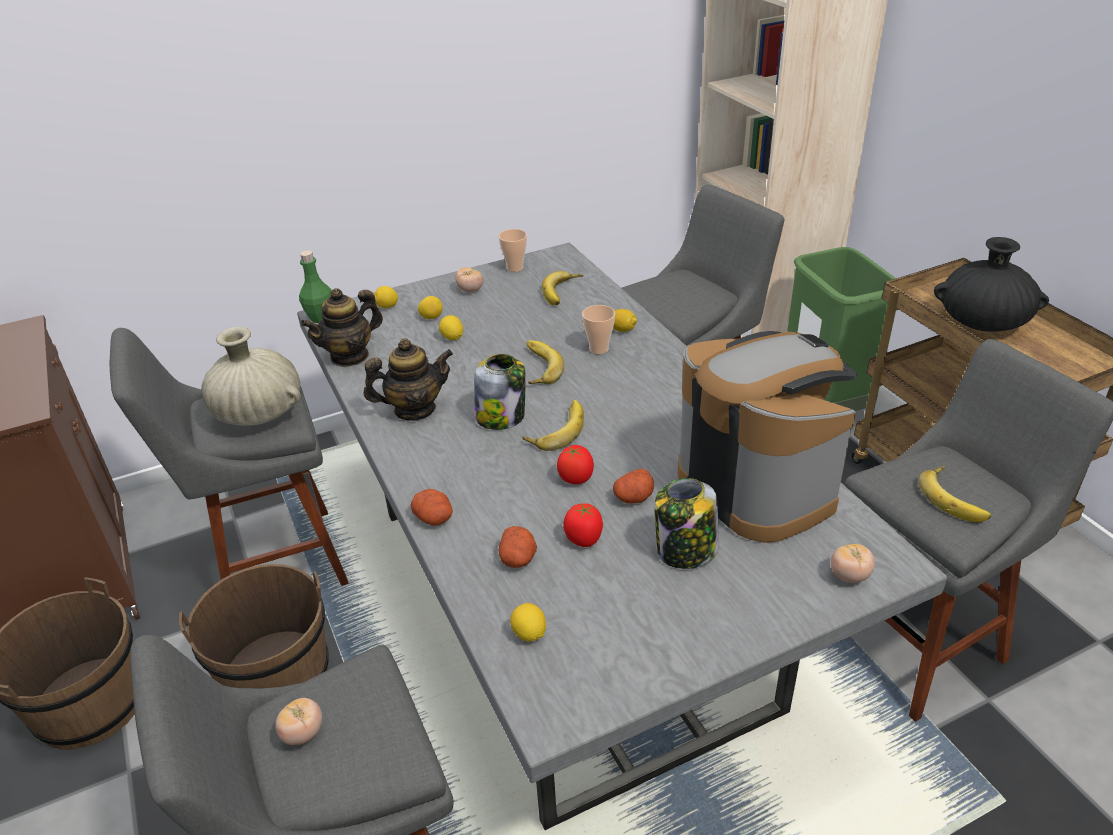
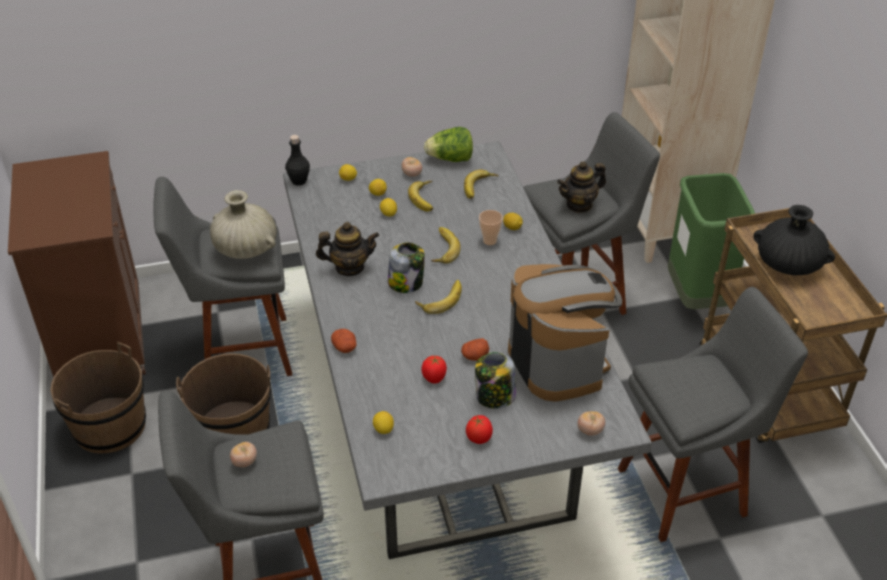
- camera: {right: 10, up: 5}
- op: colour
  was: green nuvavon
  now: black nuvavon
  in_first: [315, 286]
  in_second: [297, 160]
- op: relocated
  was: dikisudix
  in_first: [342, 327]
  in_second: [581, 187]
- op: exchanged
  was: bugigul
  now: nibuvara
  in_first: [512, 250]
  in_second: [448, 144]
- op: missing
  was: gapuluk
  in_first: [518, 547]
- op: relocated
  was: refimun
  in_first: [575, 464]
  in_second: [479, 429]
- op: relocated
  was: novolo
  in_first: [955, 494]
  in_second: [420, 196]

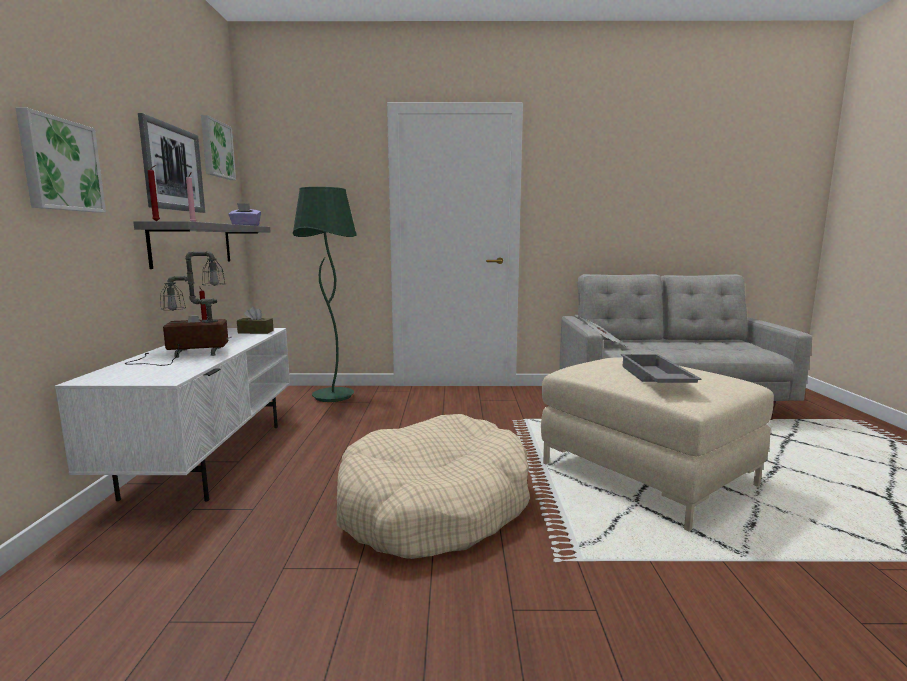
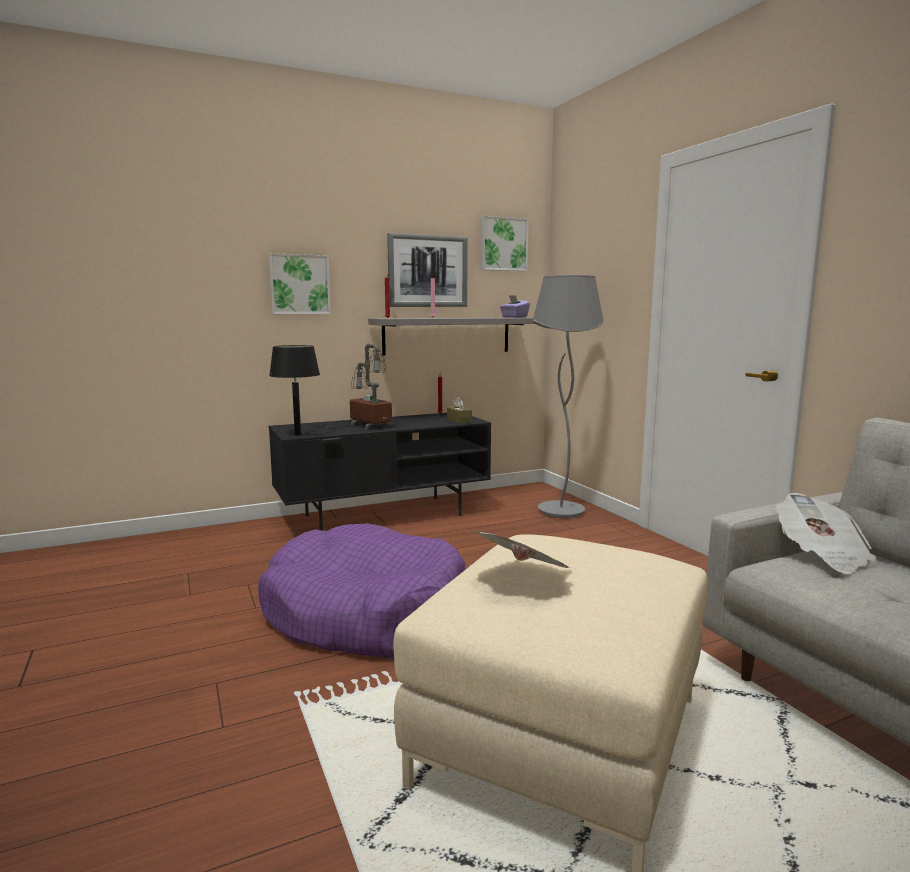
- camera: {right: 65, up: 0}
- op: colour
  was: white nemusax
  now: black nemusax
  in_first: [172, 414]
  in_second: [380, 472]
- op: colour
  was: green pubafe
  now: grey pubafe
  in_first: [325, 294]
  in_second: [568, 396]
- op: colour
  was: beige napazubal
  now: purple napazubal
  in_first: [433, 486]
  in_second: [361, 591]
- op: exchanged
  was: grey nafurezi
  now: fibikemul
  in_first: [661, 368]
  in_second: [523, 550]
- op: appeared
  now: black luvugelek
  in_second: [294, 390]

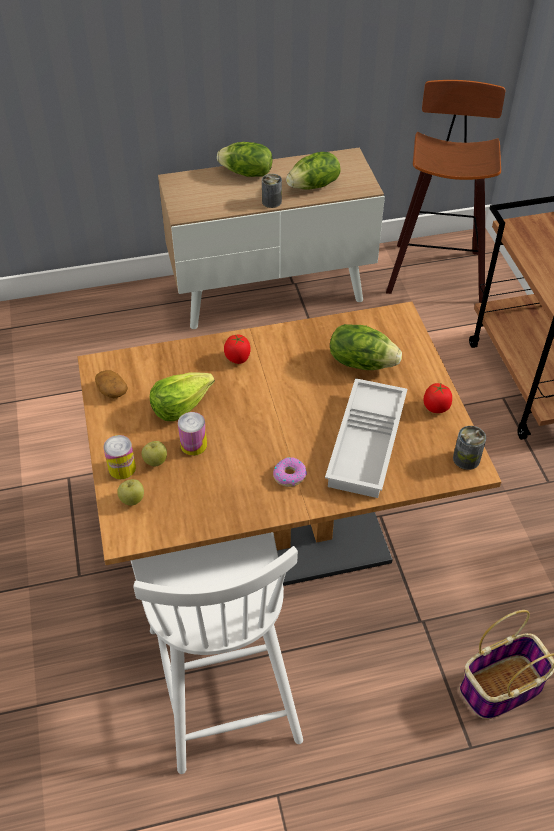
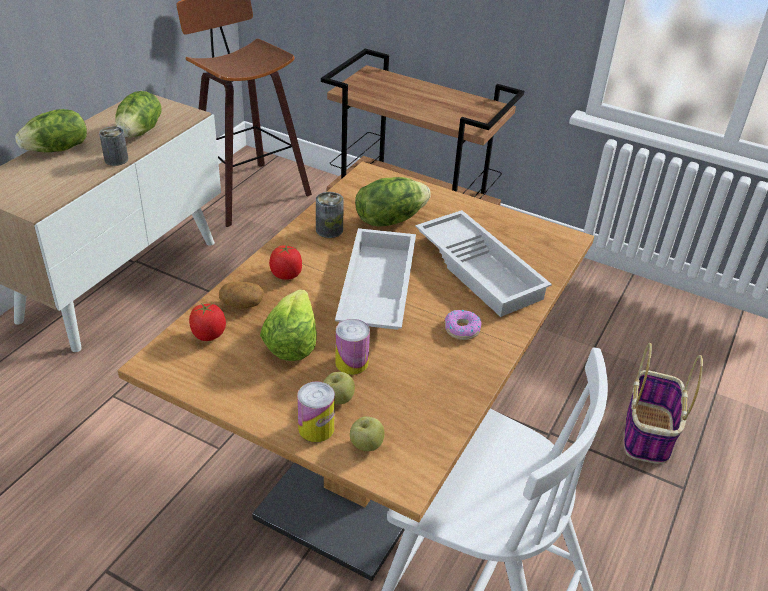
- camera: {right: -50, up: -10}
- op: relocated
  was: gapuluk
  in_first: [111, 384]
  in_second: [241, 295]
- op: relocated
  was: refimun
  in_first: [437, 398]
  in_second: [207, 322]
- op: relocated
  was: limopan
  in_first: [469, 448]
  in_second: [330, 215]
- op: appeared
  now: white nafurezi
  in_second: [375, 279]

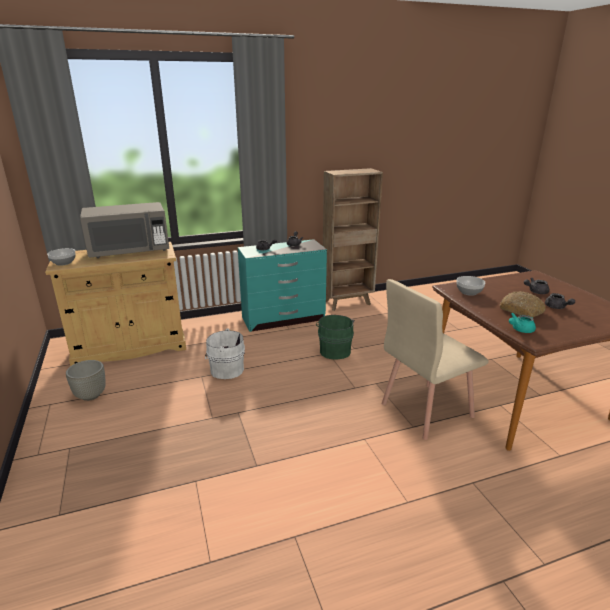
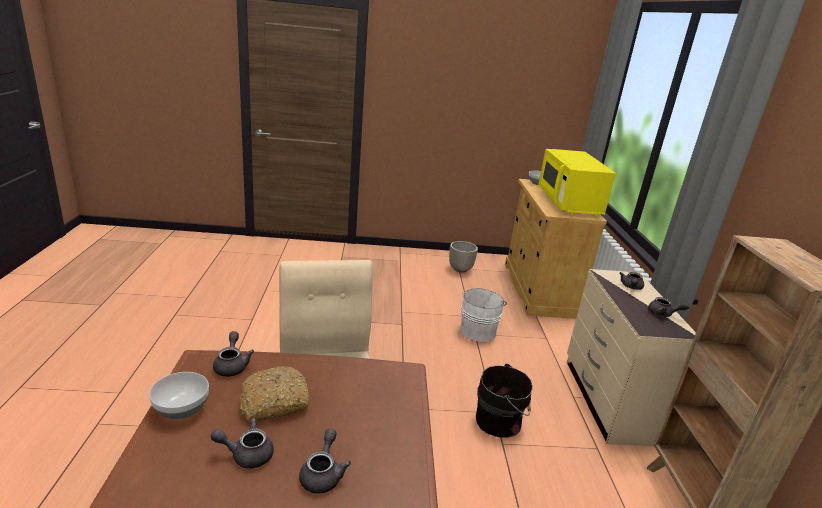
- camera: {right: 105, up: 0}
- op: colour
  was: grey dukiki
  now: yellow dukiki
  in_first: [124, 230]
  in_second: [577, 183]
- op: colour
  was: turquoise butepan
  now: beige butepan
  in_first: [282, 285]
  in_second: [631, 357]
- op: colour
  was: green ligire
  now: black ligire
  in_first: [335, 337]
  in_second: [504, 401]
- op: relocated
  was: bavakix
  in_first: [470, 286]
  in_second: [179, 395]
- op: colour
  was: turquoise dikisudix
  now: grey dikisudix
  in_first: [522, 323]
  in_second: [233, 354]

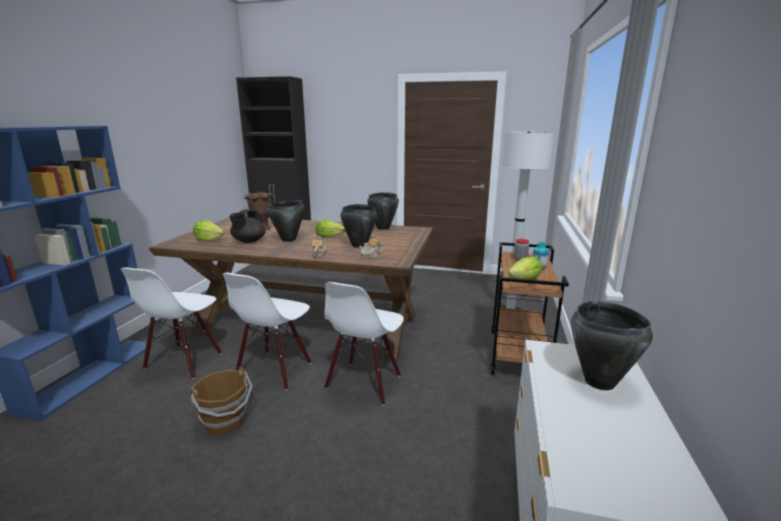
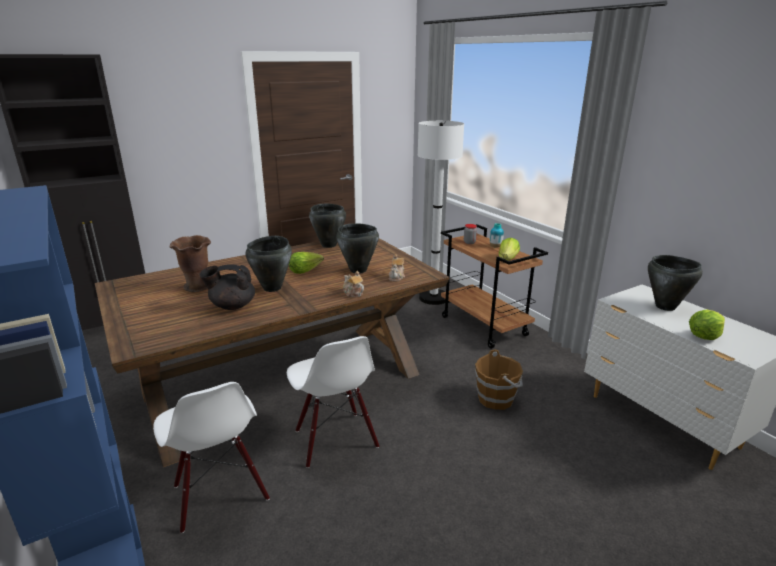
- camera: {right: -45, up: 5}
- op: relocated
  was: brown ligire
  in_first: [221, 401]
  in_second: [499, 379]
- op: relocated
  was: nibuvara
  in_first: [208, 231]
  in_second: [707, 324]
- op: spun
  was: black dikisudix
  in_first: [248, 226]
  in_second: [227, 287]
  clockwise: 105
- op: missing
  was: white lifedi
  in_first: [364, 344]

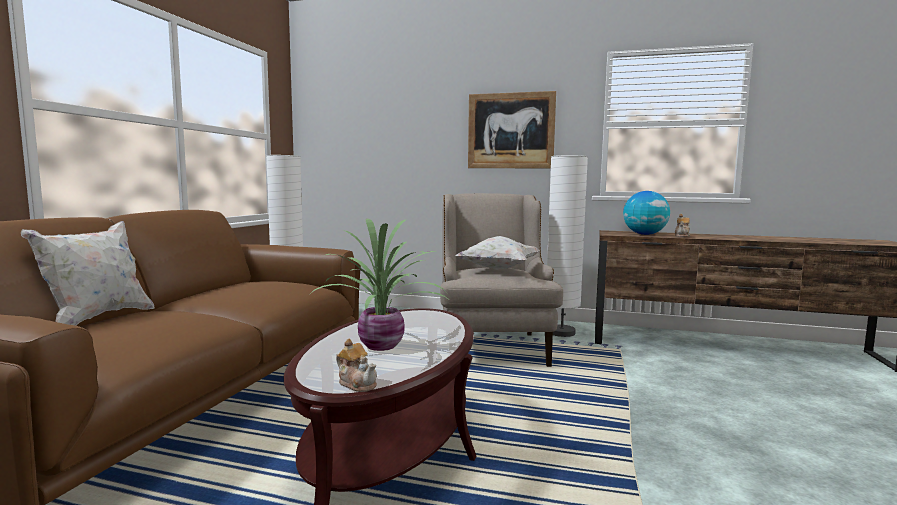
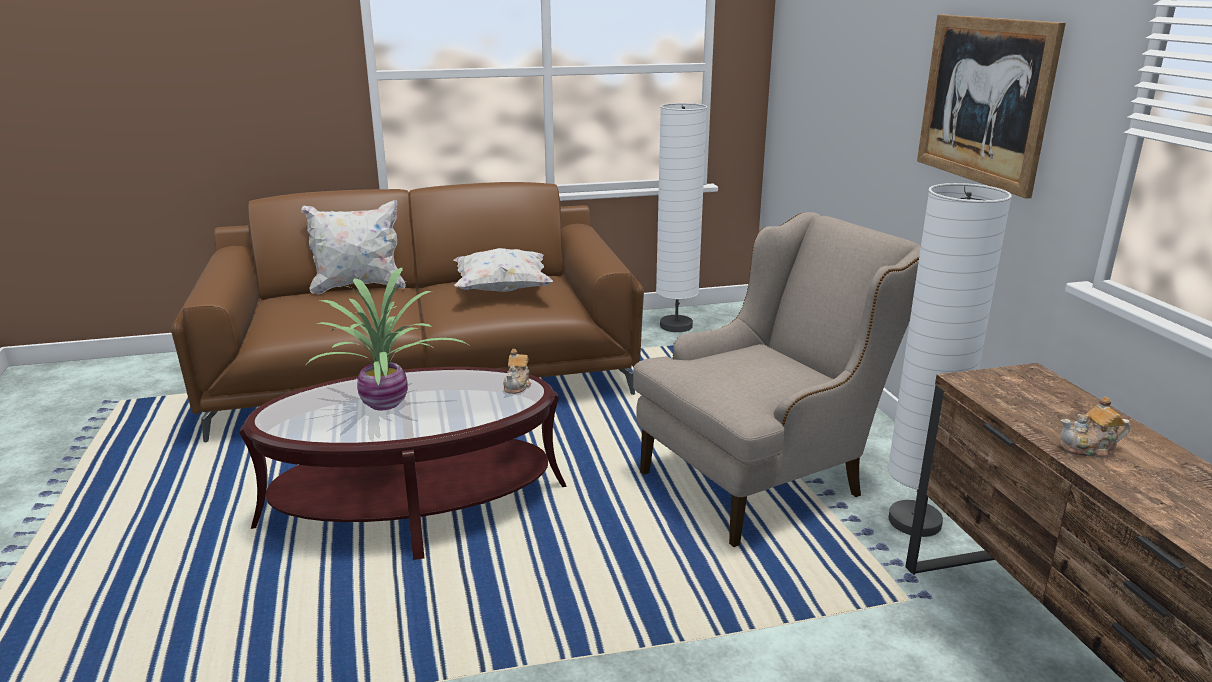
- camera: {right: 60, up: 15}
- op: relocated
  was: dikisudix
  in_first: [356, 365]
  in_second: [517, 371]
- op: relocated
  was: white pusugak
  in_first: [497, 253]
  in_second: [503, 270]
- op: missing
  was: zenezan
  in_first: [646, 213]

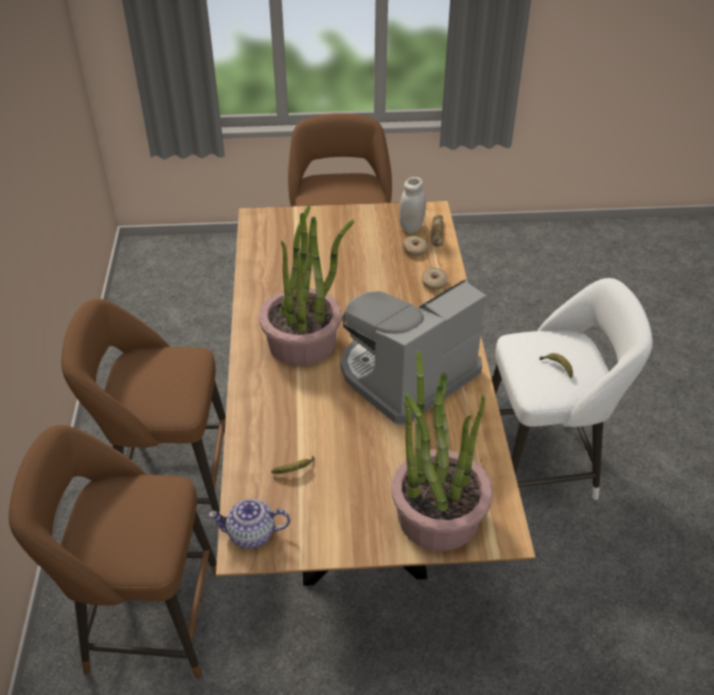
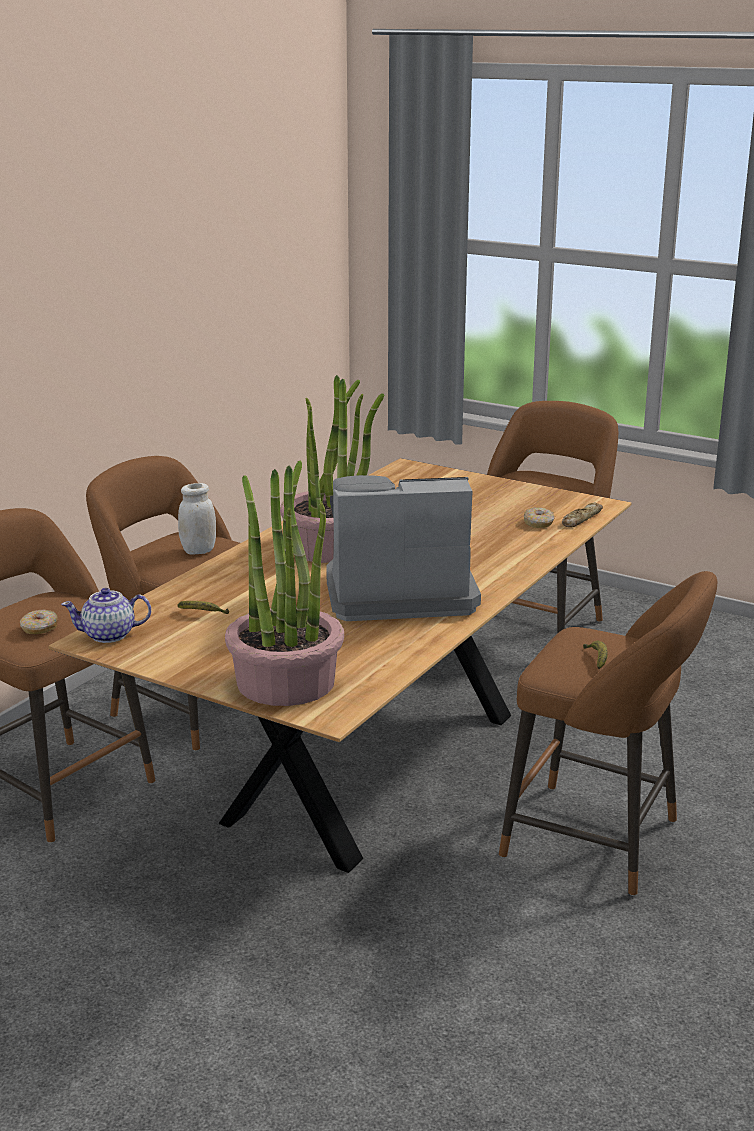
- camera: {right: 35, up: -20}
- op: spun
  was: dikisudix
  in_first: [249, 524]
  in_second: [106, 615]
  clockwise: -45
- op: relocated
  was: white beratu
  in_first: [412, 205]
  in_second: [197, 519]
- op: relocated
  was: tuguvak
  in_first: [434, 279]
  in_second: [39, 621]
- op: colour
  was: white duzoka
  now: brown duzoka
  in_first: [572, 389]
  in_second: [608, 733]

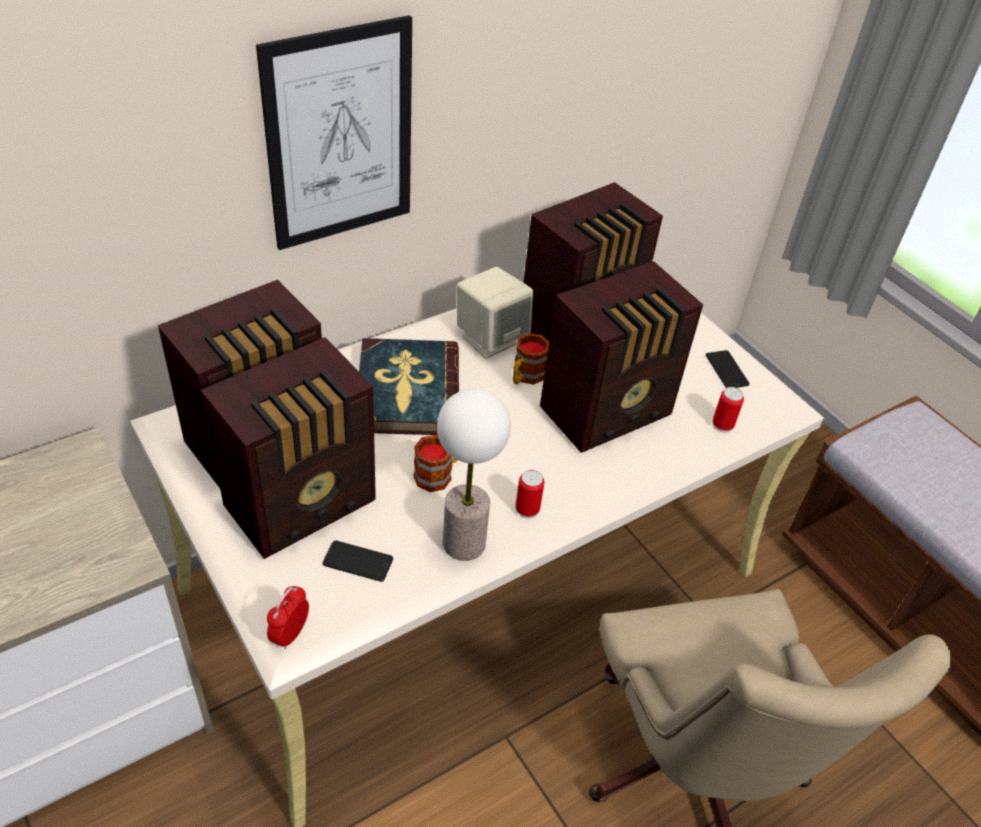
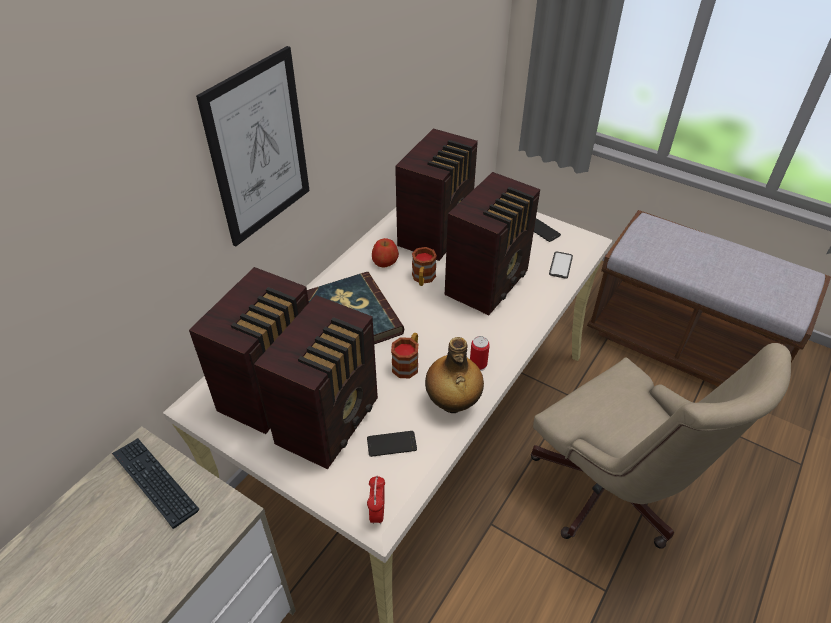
- camera: {right: -20, up: 0}
- op: exchanged
  was: luvugelek
  now: nuvavon
  in_first: [474, 475]
  in_second: [454, 375]
- op: exchanged
  was: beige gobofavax
  now: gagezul
  in_first: [495, 313]
  in_second: [385, 253]
- op: exchanged
  was: limopan
  now: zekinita
  in_first: [728, 410]
  in_second: [561, 265]
- op: appeared
  now: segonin
  in_second: [155, 483]

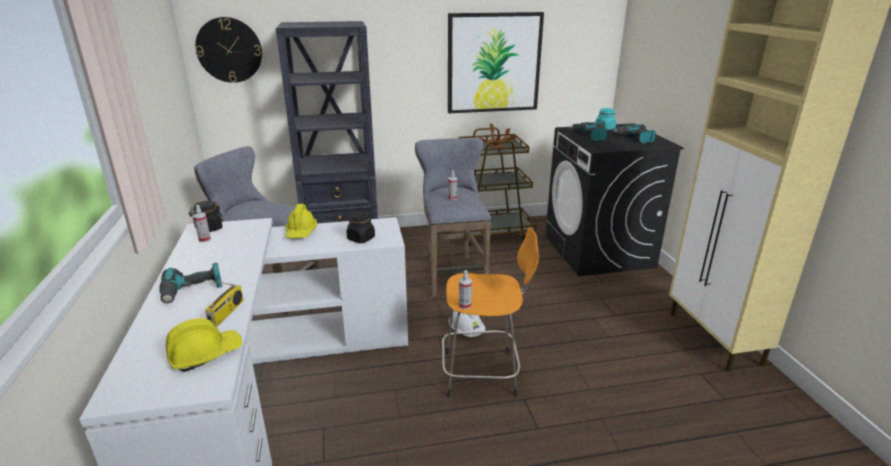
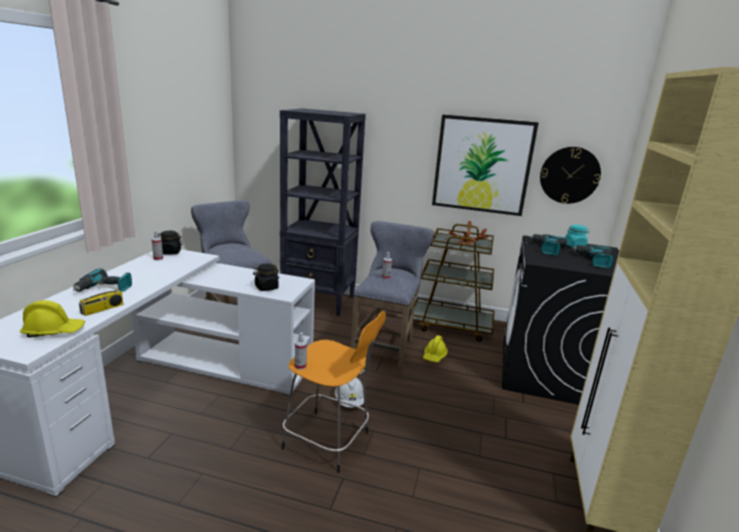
- camera: {right: 25, up: -5}
- op: relocated
  was: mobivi
  in_first: [228, 50]
  in_second: [570, 175]
- op: relocated
  was: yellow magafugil
  in_first: [301, 221]
  in_second: [435, 348]

